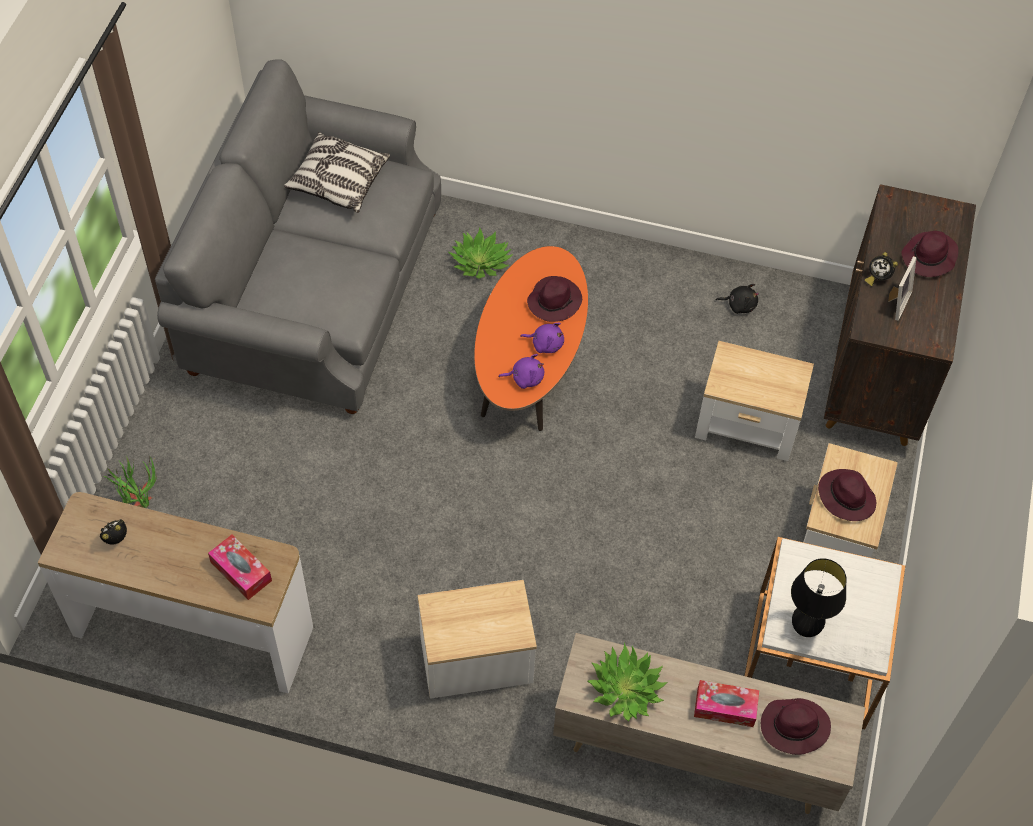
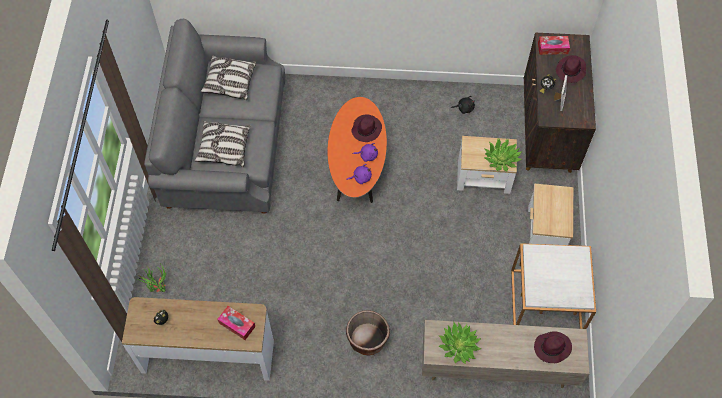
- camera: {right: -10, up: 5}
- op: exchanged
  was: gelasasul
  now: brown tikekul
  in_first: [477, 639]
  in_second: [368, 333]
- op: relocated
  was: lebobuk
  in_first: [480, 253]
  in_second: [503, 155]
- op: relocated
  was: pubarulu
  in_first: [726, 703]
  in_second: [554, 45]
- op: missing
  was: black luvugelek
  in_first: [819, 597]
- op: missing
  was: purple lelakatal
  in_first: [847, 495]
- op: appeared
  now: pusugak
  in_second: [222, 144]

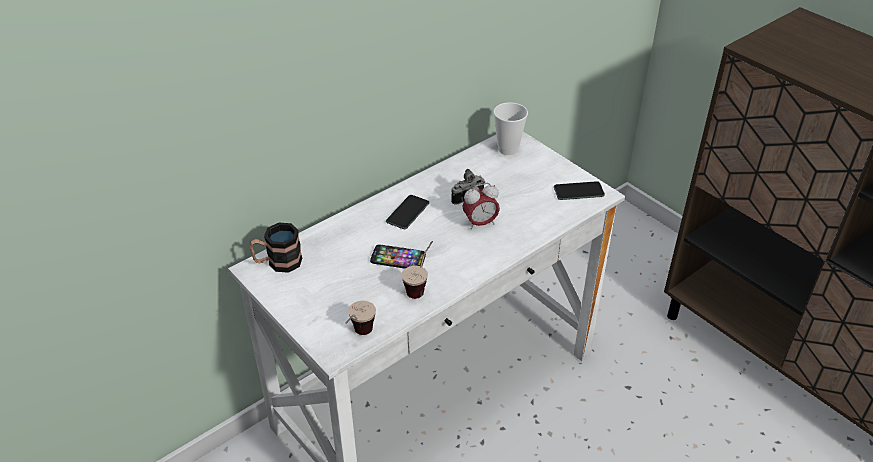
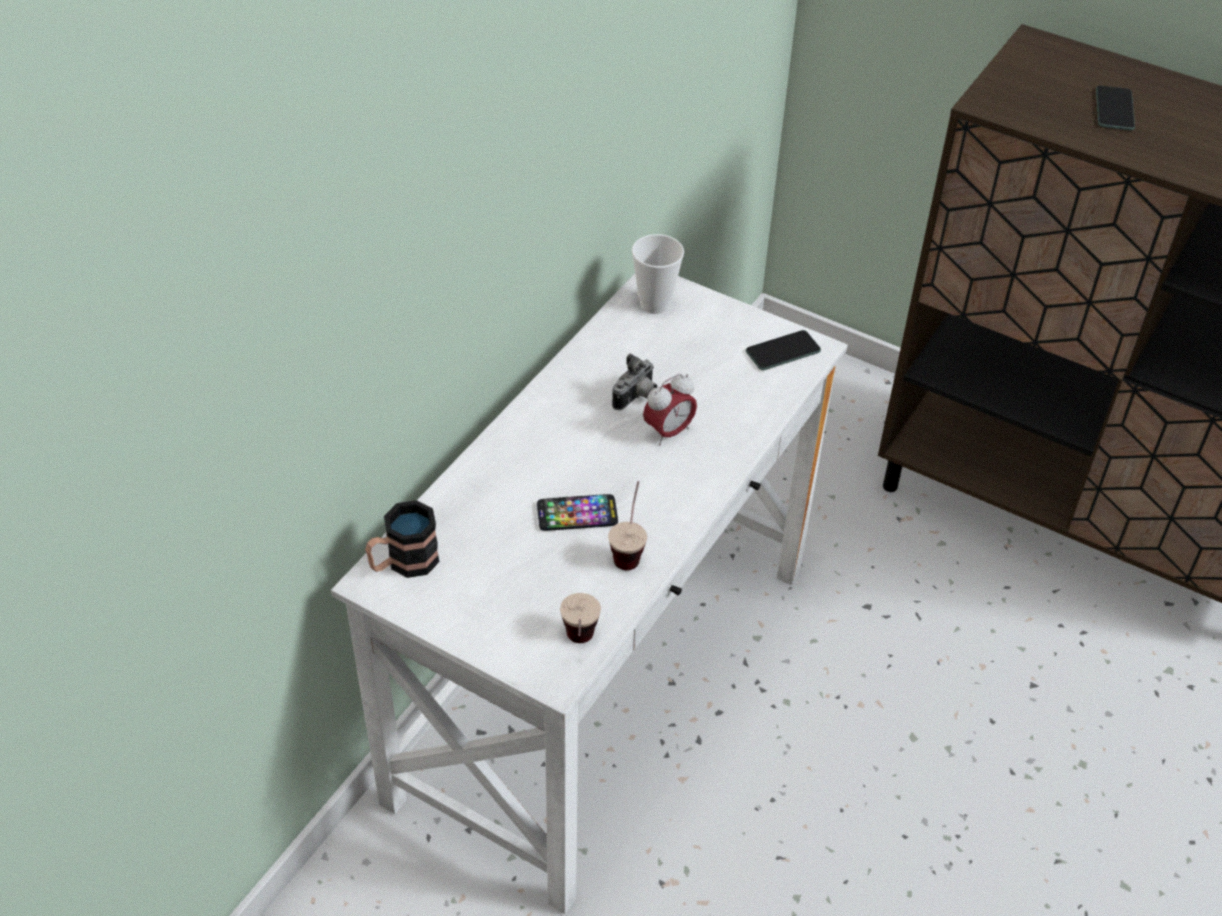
- camera: {right: -20, up: 5}
- op: relocated
  was: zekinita
  in_first: [407, 212]
  in_second: [1115, 108]

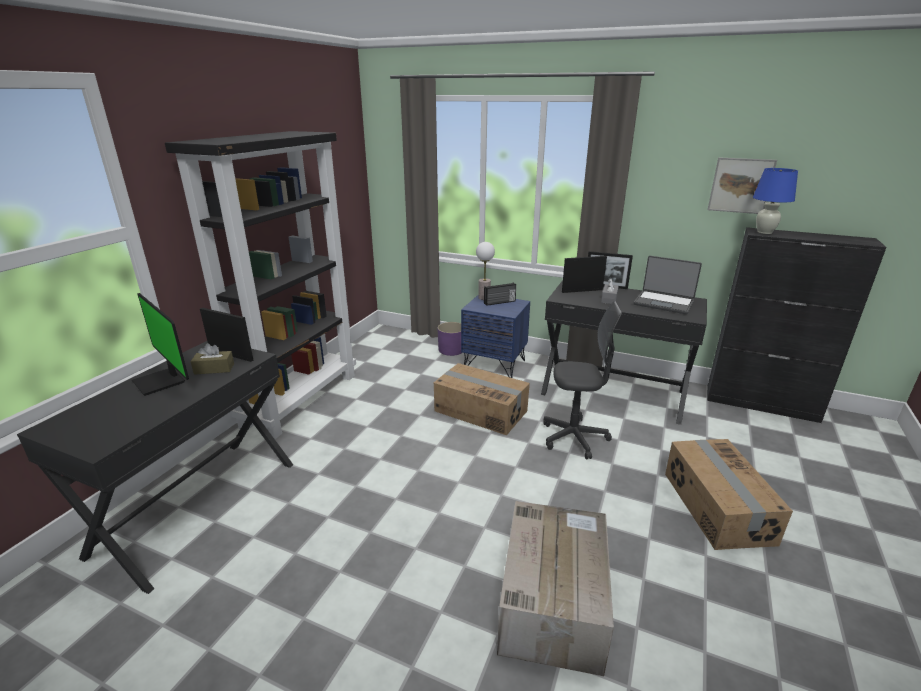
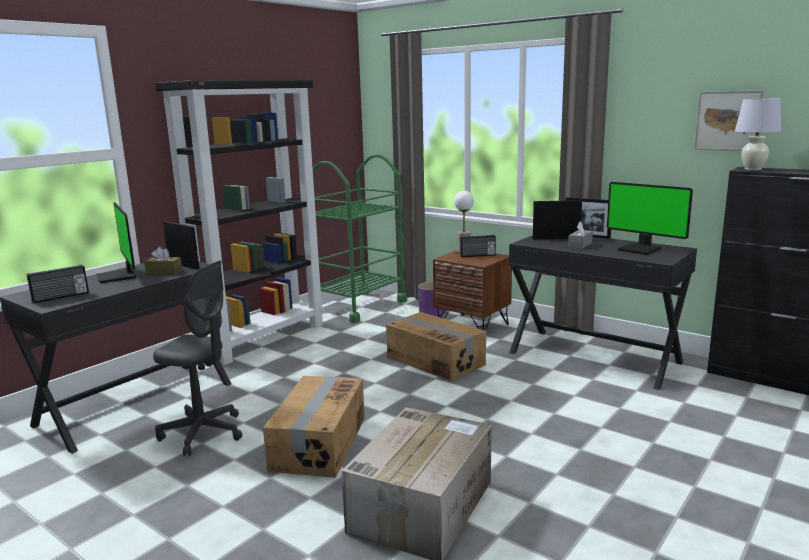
- camera: {right: 15, up: -10}
- op: colour
  was: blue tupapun
  now: brown tupapun
  in_first: [495, 336]
  in_second: [472, 290]
- op: relocated
  was: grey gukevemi
  in_first: [582, 380]
  in_second: [197, 358]
- op: exchanged
  was: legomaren
  now: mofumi
  in_first: [668, 285]
  in_second: [650, 218]
- op: relocated
  was: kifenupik
  in_first: [729, 494]
  in_second: [314, 427]
- op: colour
  was: blue luvugelek
  now: white luvugelek
  in_first: [775, 201]
  in_second: [758, 134]
- op: appeared
  now: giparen
  in_second: [58, 283]
- op: appeared
  now: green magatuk
  in_second: [360, 238]

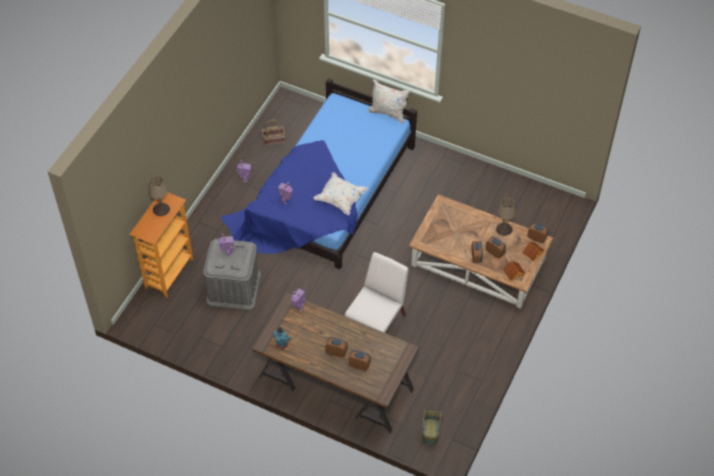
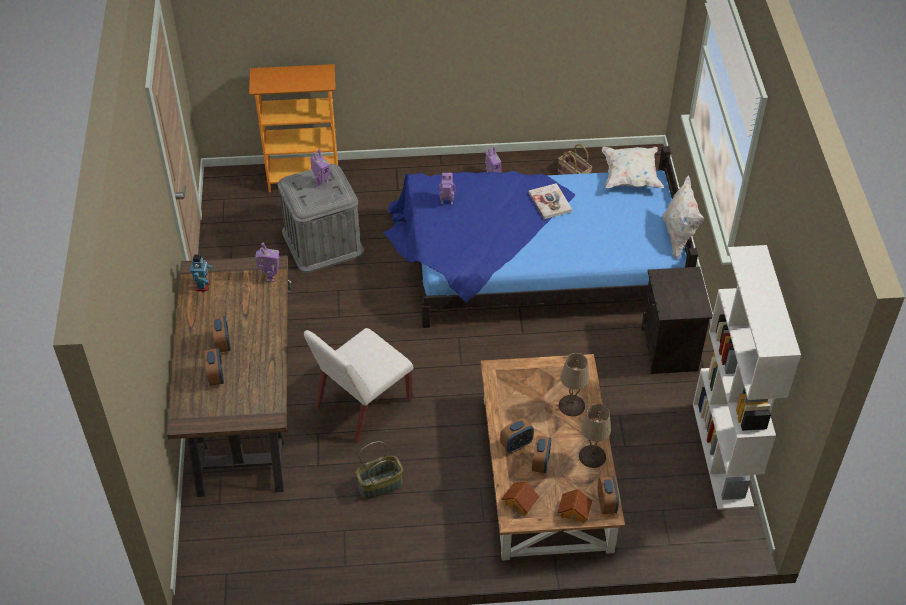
- camera: {right: 60, up: -5}
- op: relocated
  was: beige luvugelek
  in_first: [159, 196]
  in_second: [574, 384]
- op: relocated
  was: white pusugak
  in_first: [341, 193]
  in_second: [632, 167]
- op: spun
  was: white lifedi
  in_first: [377, 292]
  in_second: [358, 385]
  clockwise: 135
- op: relocated
  was: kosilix
  in_first: [431, 427]
  in_second: [379, 470]
- op: appeared
  now: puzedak
  in_second: [550, 201]
- op: appeared
  now: black tupapun
  in_second: [677, 320]
- op: appeared
  now: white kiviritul
  in_second: [747, 377]

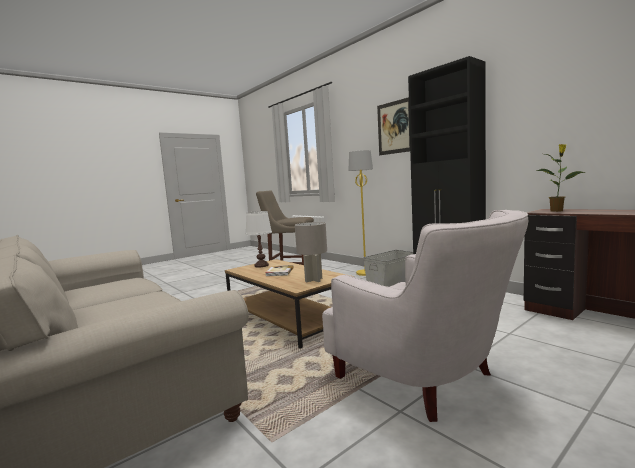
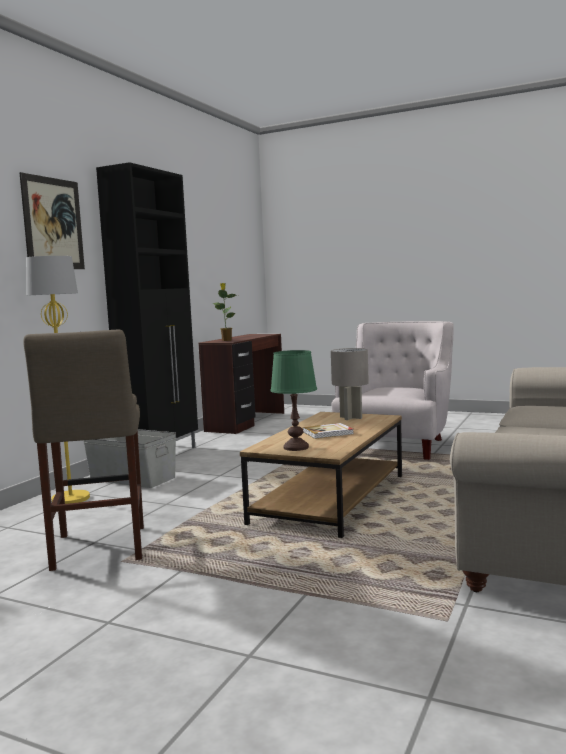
- camera: {right: -115, up: 0}
- op: colour
  was: white luvugelek
  now: green luvugelek
  in_first: [259, 239]
  in_second: [293, 400]

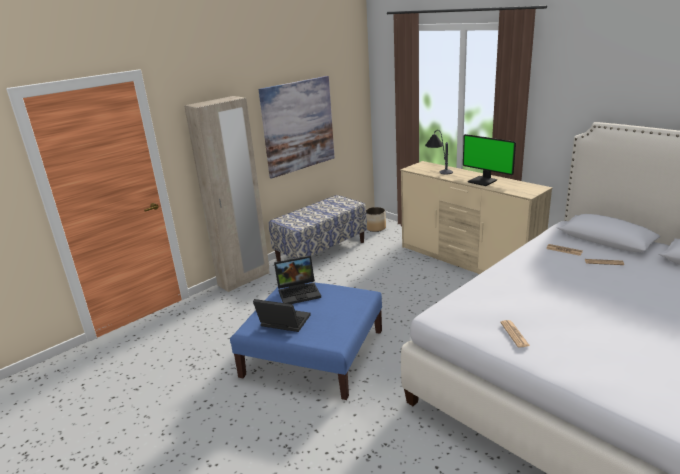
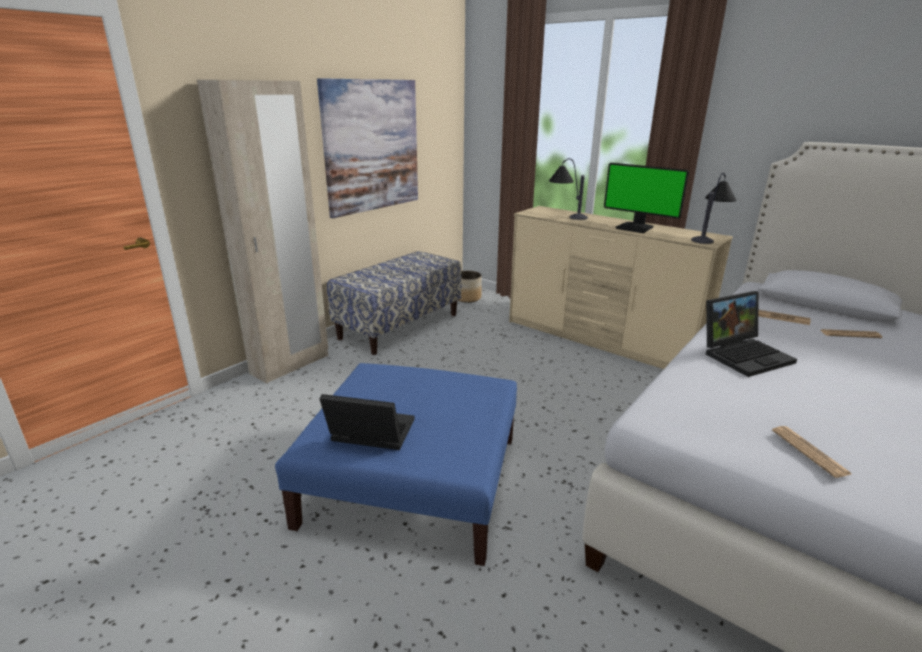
- camera: {right: -10, up: 0}
- op: relocated
  was: legomaren
  in_first: [297, 280]
  in_second: [751, 334]
- op: appeared
  now: luvugelek
  in_second: [713, 208]

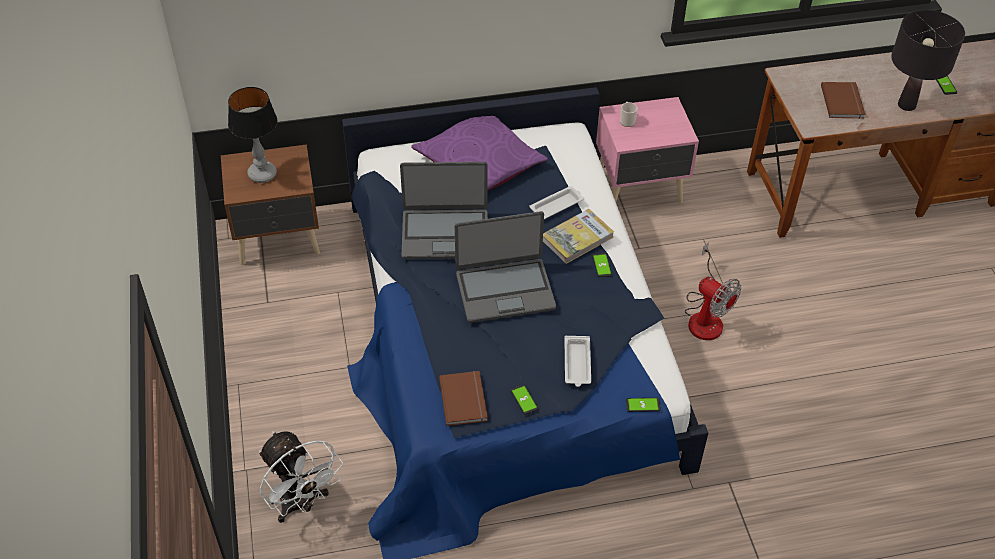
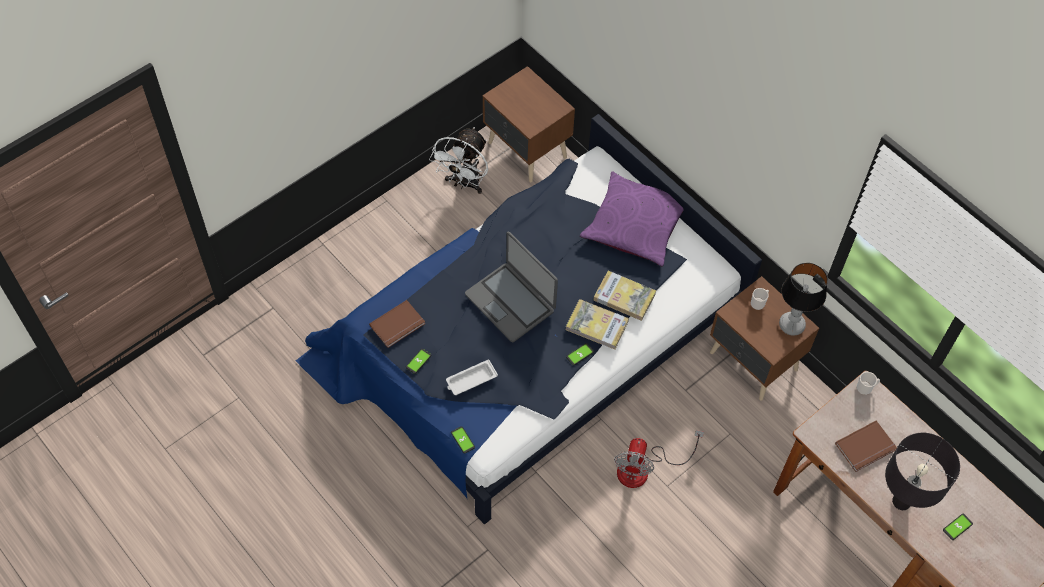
- camera: {right: 60, up: 10}
- op: relocated
  was: luvugelek
  in_first: [252, 135]
  in_second: [803, 299]
- op: relocated
  was: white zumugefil
  in_first: [301, 477]
  in_second: [458, 160]
- op: missing
  was: legomaren
  in_first: [444, 210]
- op: exchanged
  was: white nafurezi
  now: puzedak
  in_first: [557, 202]
  in_second: [625, 296]
- op: colour
  was: pink tupapun
  now: brown tupapun
  in_first: [647, 150]
  in_second: [764, 338]
- op: appeared
  now: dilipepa
  in_second: [868, 383]

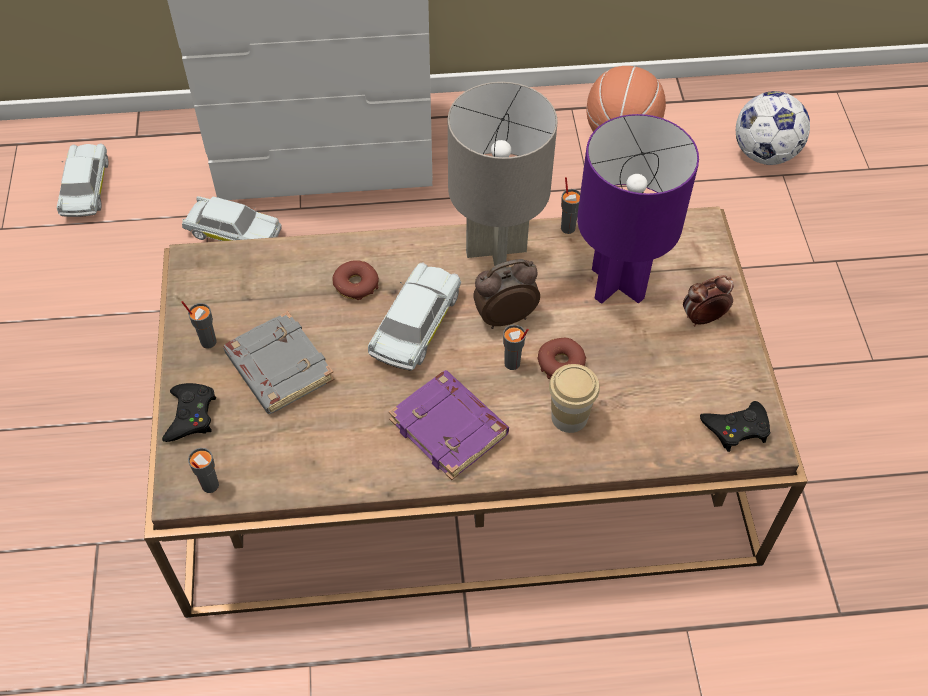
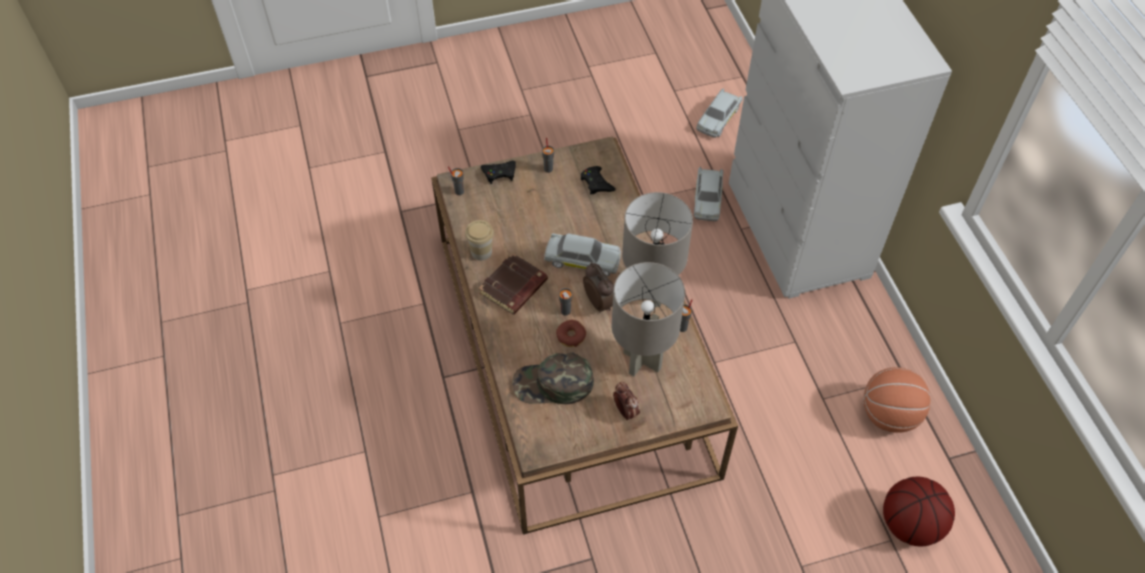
- camera: {right: 80, up: 0}
- op: spun
  was: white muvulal
  in_first: [82, 180]
  in_second: [719, 113]
  clockwise: 135
- op: missing
  was: grey puzedak
  in_first: [279, 362]
- op: missing
  was: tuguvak
  in_first: [356, 280]
- op: colour
  was: purple puzedak
  now: brown puzedak
  in_first: [449, 425]
  in_second: [513, 284]
- op: relocated
  was: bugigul
  in_first: [574, 398]
  in_second: [479, 240]
- op: colour
  was: purple luvugelek
  now: grey luvugelek
  in_first: [638, 209]
  in_second: [648, 319]
- op: relocated
  was: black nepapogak
  in_first: [735, 426]
  in_second: [598, 180]
- op: exchanged
  was: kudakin
  now: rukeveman
  in_first: [773, 128]
  in_second: [919, 511]
- op: appeared
  now: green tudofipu
  in_second: [553, 378]

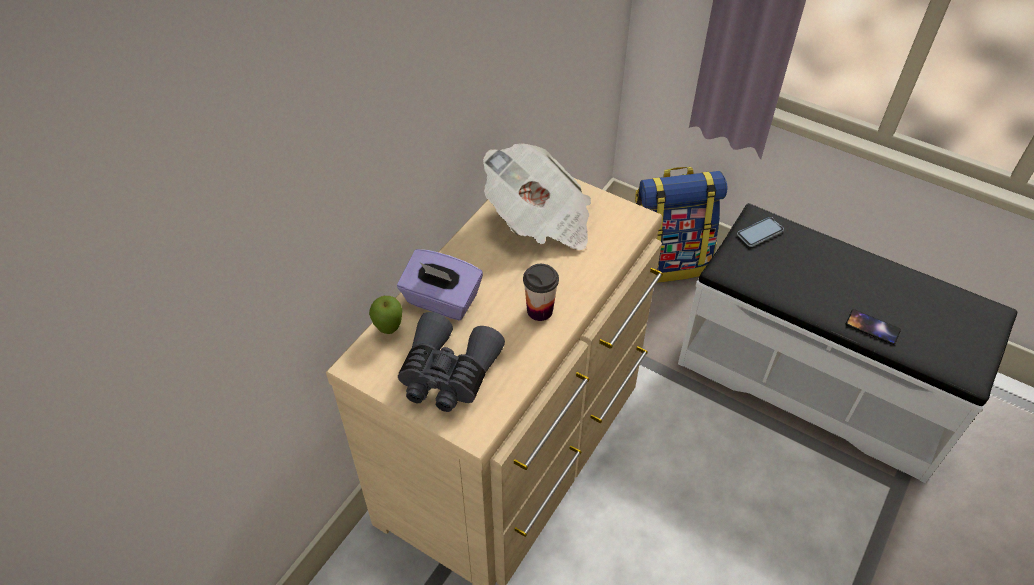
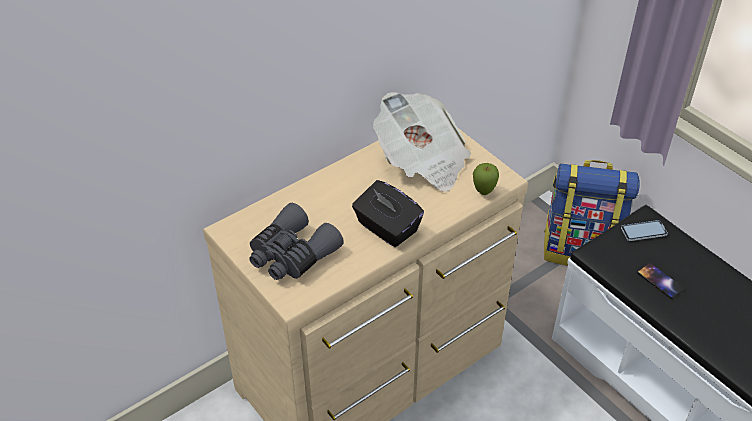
- camera: {right: 20, up: -5}
- op: relocated
  was: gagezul
  in_first: [385, 315]
  in_second: [486, 179]
- op: missing
  was: purple pubarulu
  in_first: [440, 284]
- op: exchanged
  was: bugigul
  now: black pubarulu
  in_first: [541, 292]
  in_second: [388, 213]
- op: relocated
  was: zekinita
  in_first: [873, 327]
  in_second: [661, 281]

